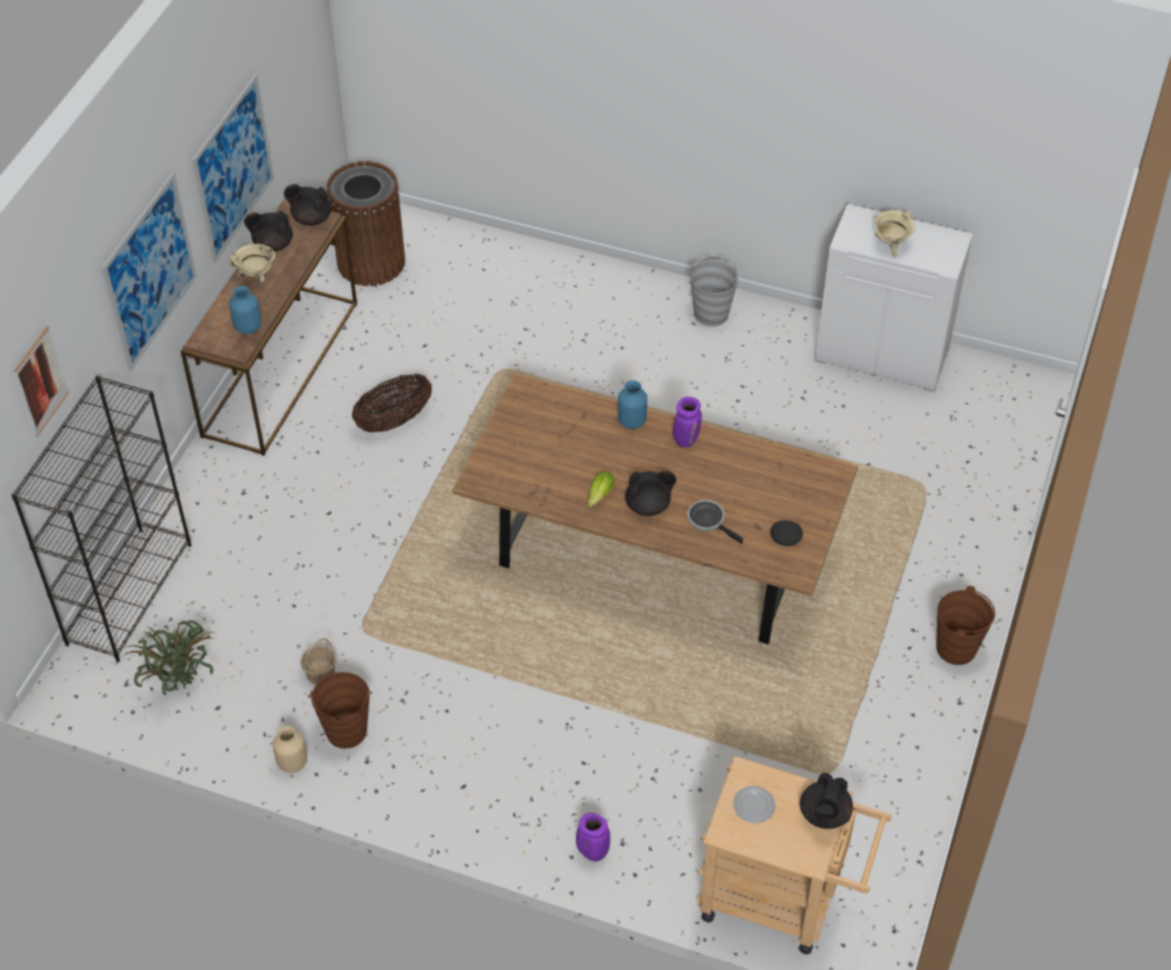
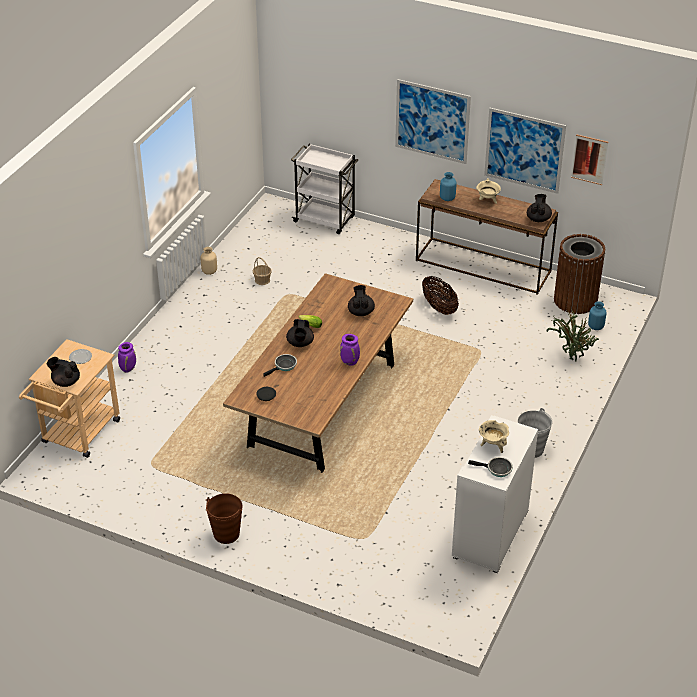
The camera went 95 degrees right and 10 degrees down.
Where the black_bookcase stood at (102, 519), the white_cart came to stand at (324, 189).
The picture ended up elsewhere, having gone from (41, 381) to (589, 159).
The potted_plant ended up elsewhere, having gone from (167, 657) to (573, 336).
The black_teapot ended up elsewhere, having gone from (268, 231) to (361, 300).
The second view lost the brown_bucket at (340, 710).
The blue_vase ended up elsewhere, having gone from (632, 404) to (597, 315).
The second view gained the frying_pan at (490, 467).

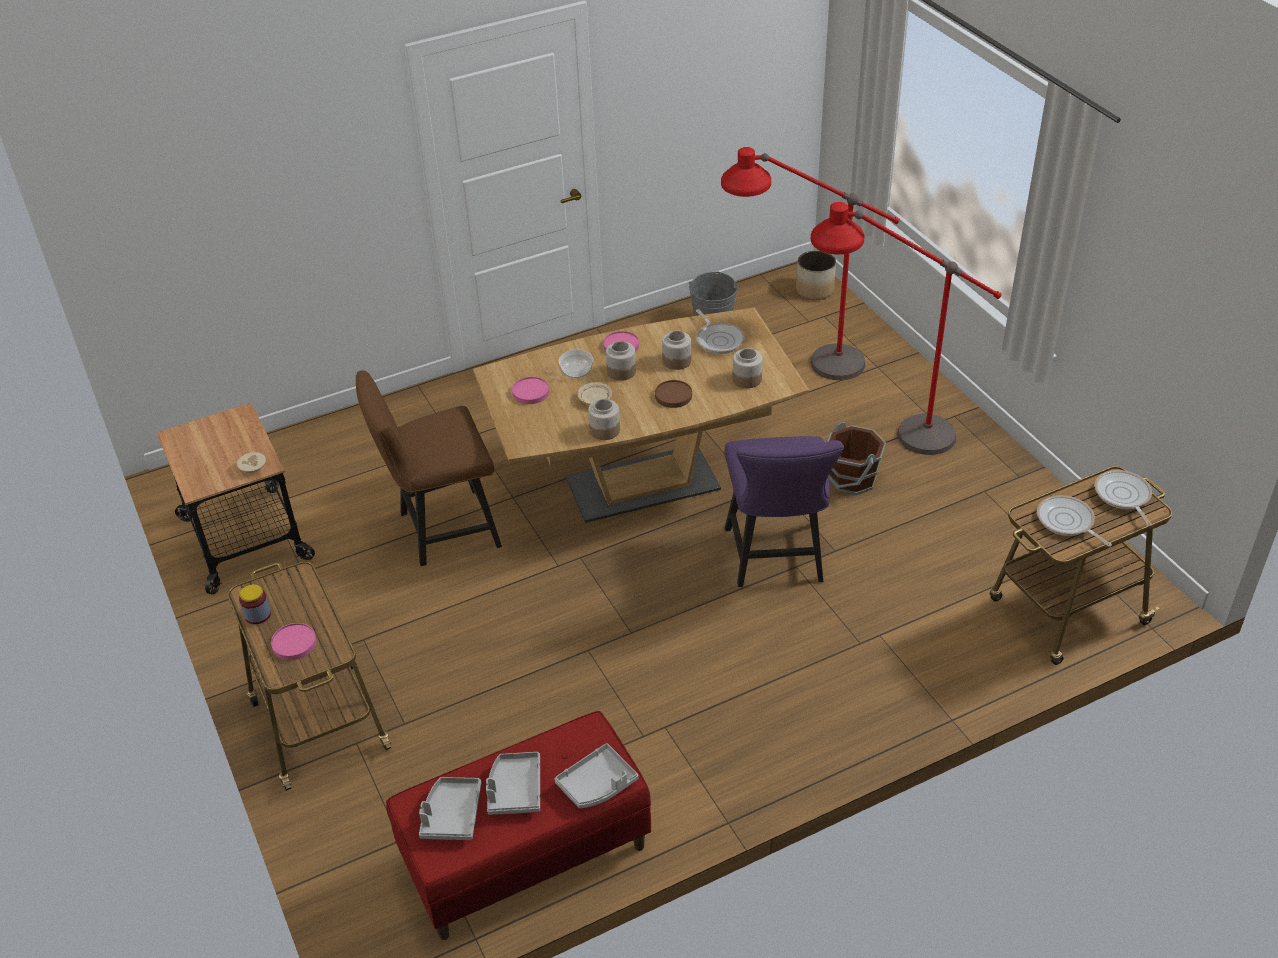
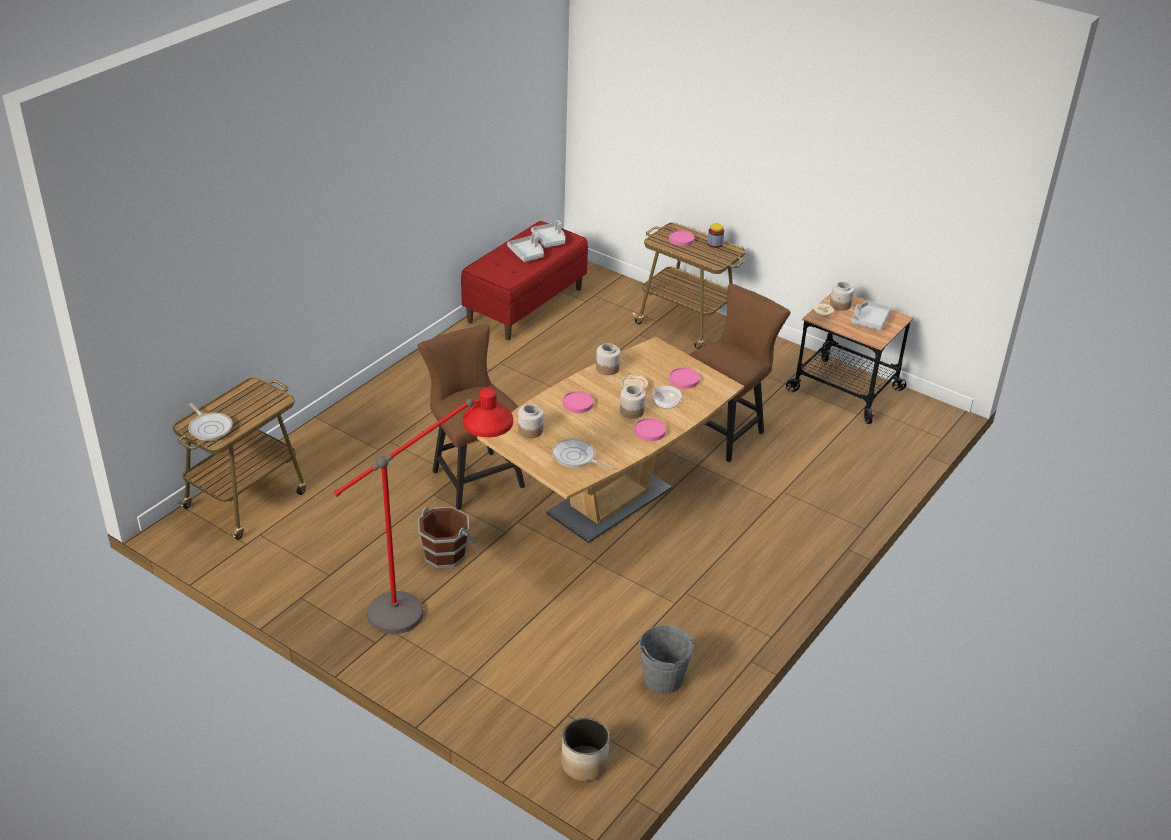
The camera went 150 degrees right and 5 degrees down.
The grey_tray ended up elsewhere, having gone from (596, 775) to (871, 315).
What was the brown_plate at (673, 394) turned into the pink_plate at (578, 402).
The jar ended up elsewhere, having gone from (676, 350) to (842, 296).
The second view lost the red_floor_lamp at (810, 263).
What was the purple_chair at (784, 511) turned into the brown_chair at (471, 417).
The second view lost the frying_pan at (1074, 521).

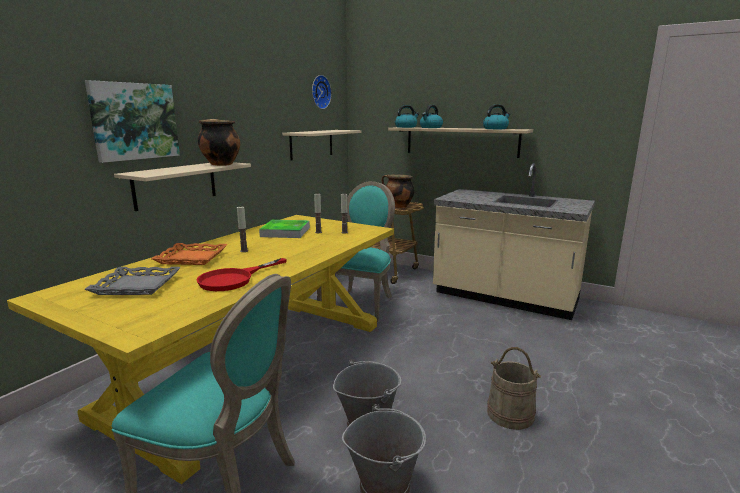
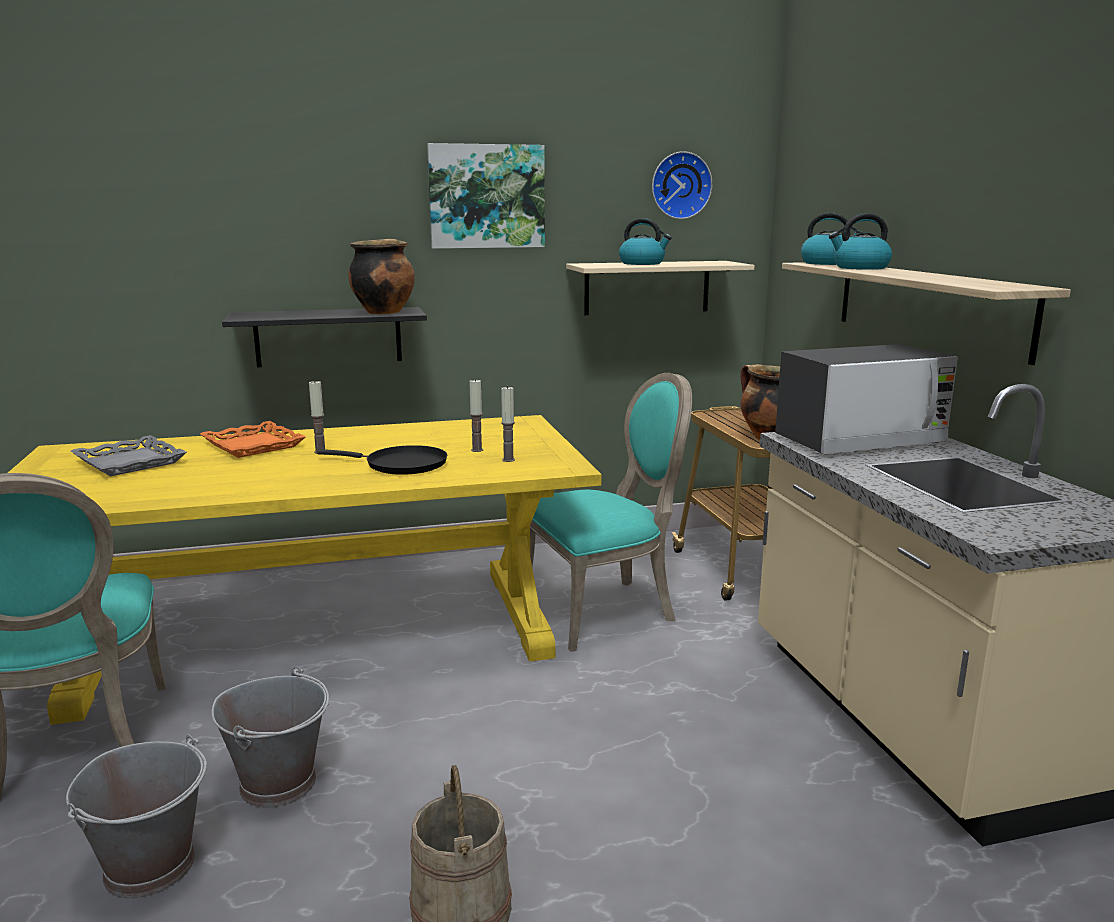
The camera went 45 degrees right and 0 degrees up.
The picture ended up elsewhere, having gone from (132, 121) to (486, 196).
What was the beige_shelf at (182, 186) turned into the black_shelf at (324, 337).
The second view lost the red_frying_pan at (242, 274).
The second view lost the tray at (284, 229).
The kettle ended up elsewhere, having gone from (496, 116) to (645, 241).
The second view gained the black_frying_pan at (382, 460).
The second view gained the microwave at (866, 399).

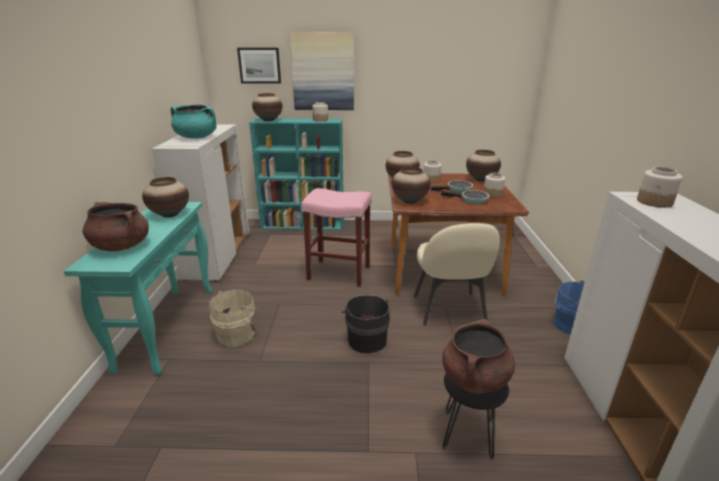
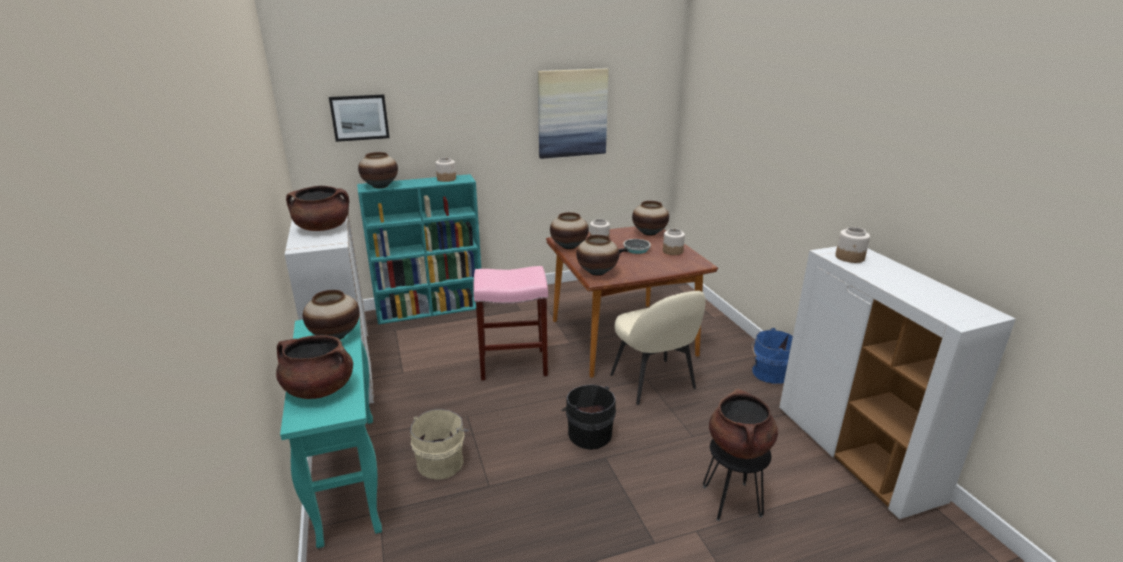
The camera went 20 degrees left and 0 degrees up.
What was the turquoise_cooking_pot at (193, 121) turned into the brown_cooking_pot at (317, 208).
The picture ended up elsewhere, having gone from (322, 71) to (573, 113).
The second view lost the frying_pan at (465, 197).

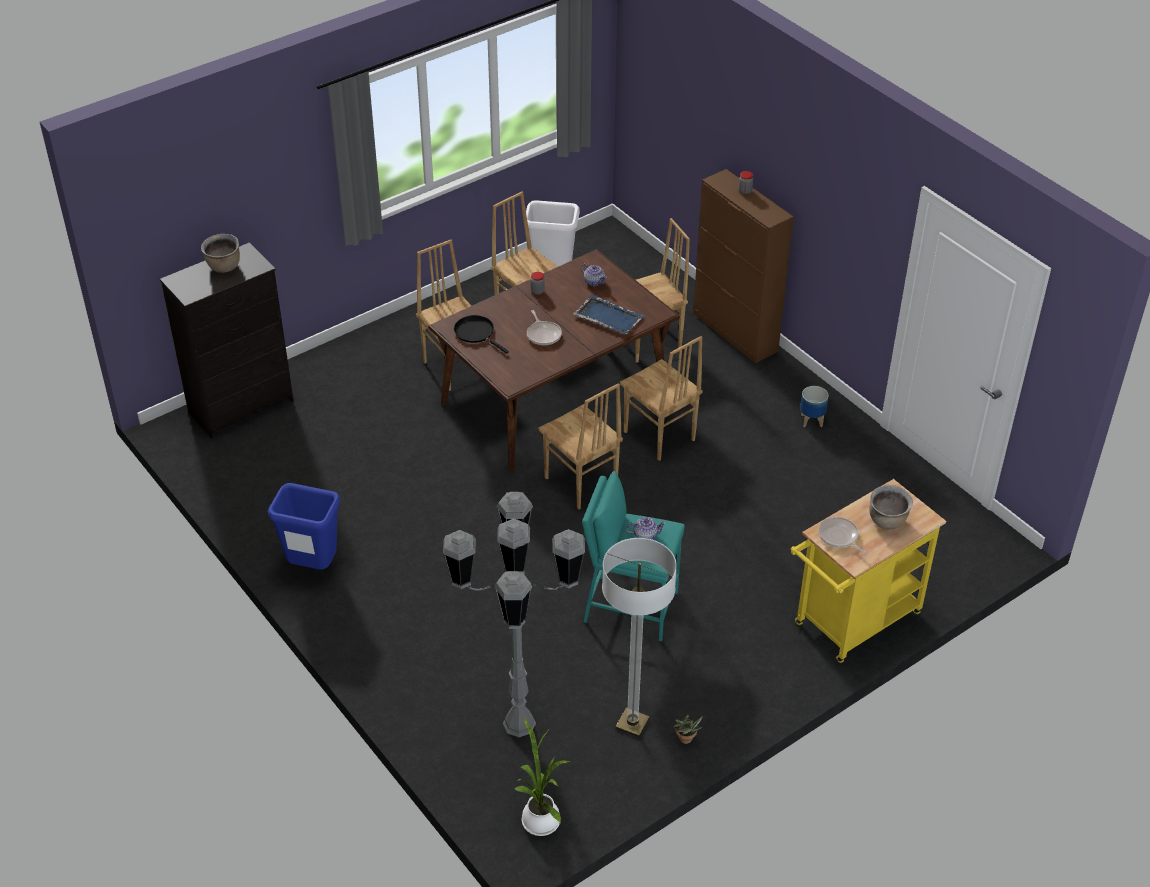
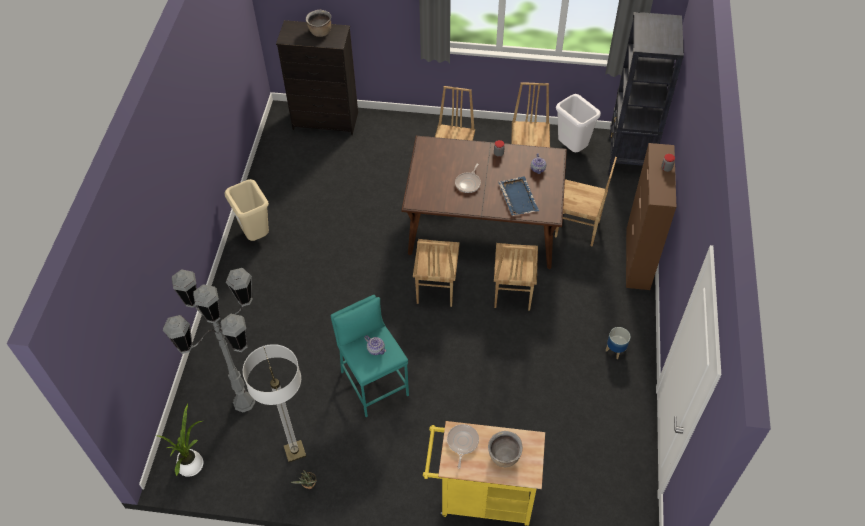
The camera went 45 degrees right and 10 degrees up.
What was the blue_trash_can at (304, 526) turned into the beige_trash_can at (246, 210).
The second view lost the black_frying_pan at (481, 334).
The second view gained the black_bookcase at (646, 93).

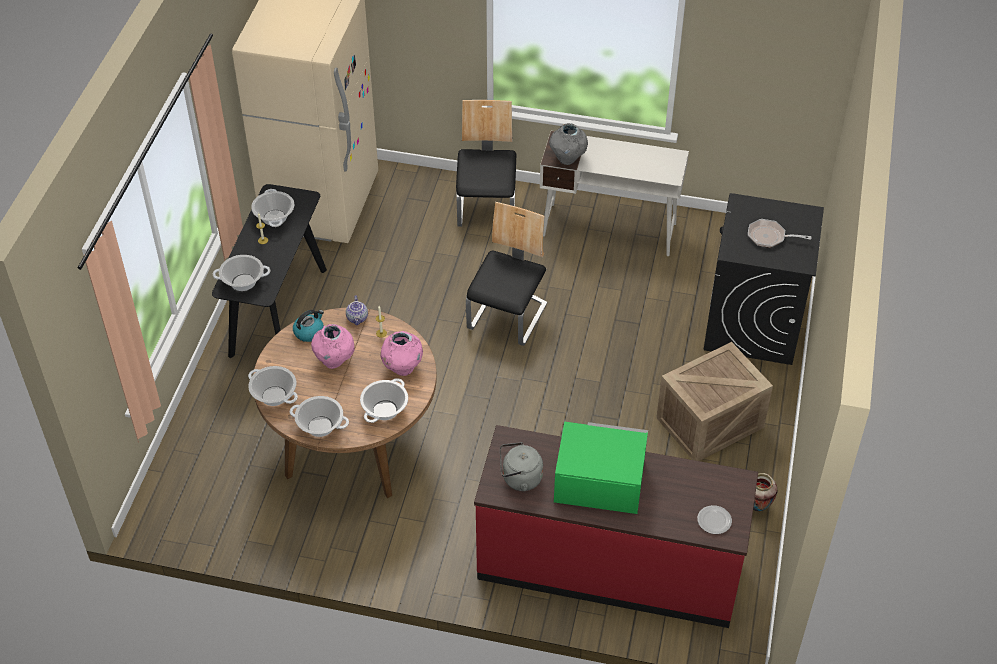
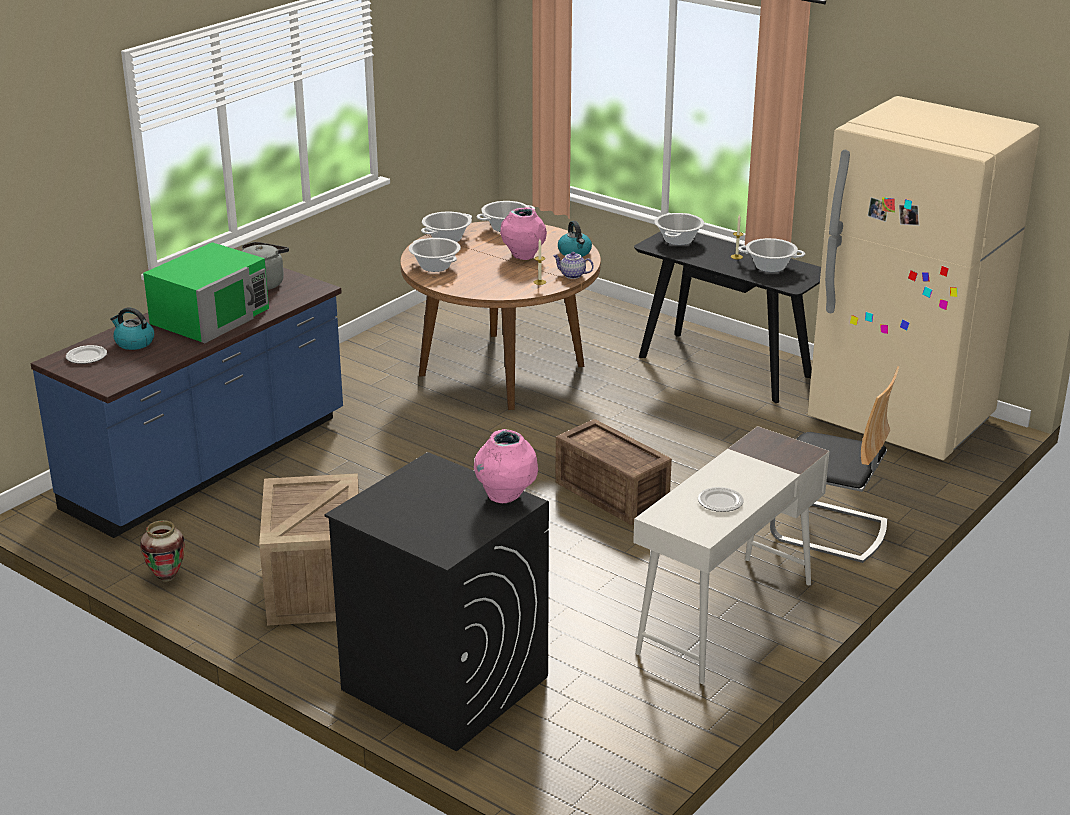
The camera went 115 degrees right and 20 degrees down.
The pink_vase ended up elsewhere, having gone from (401, 353) to (506, 466).
Where the chair stood at (506, 274), the crate came to stand at (613, 472).
What was the red_counter at (616, 526) turned into the blue_counter at (187, 403).
The second view lost the grey_vase at (568, 144).
The second view lost the frying_pan at (780, 233).
The second view gained the kettle at (132, 328).
The second view gained the plate at (721, 499).

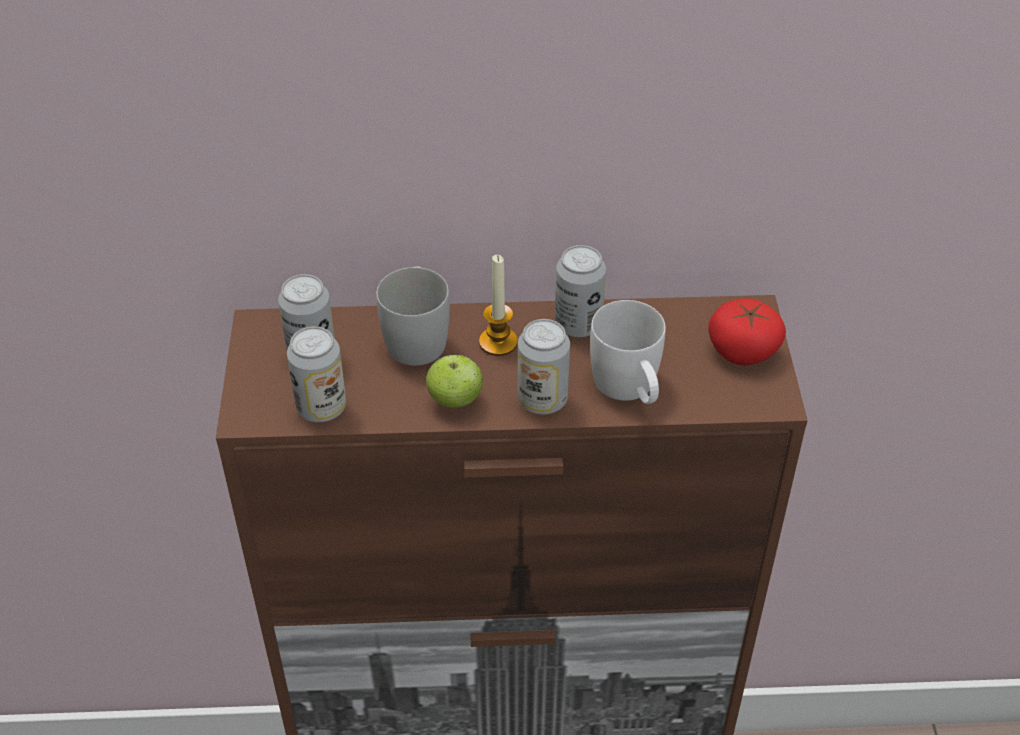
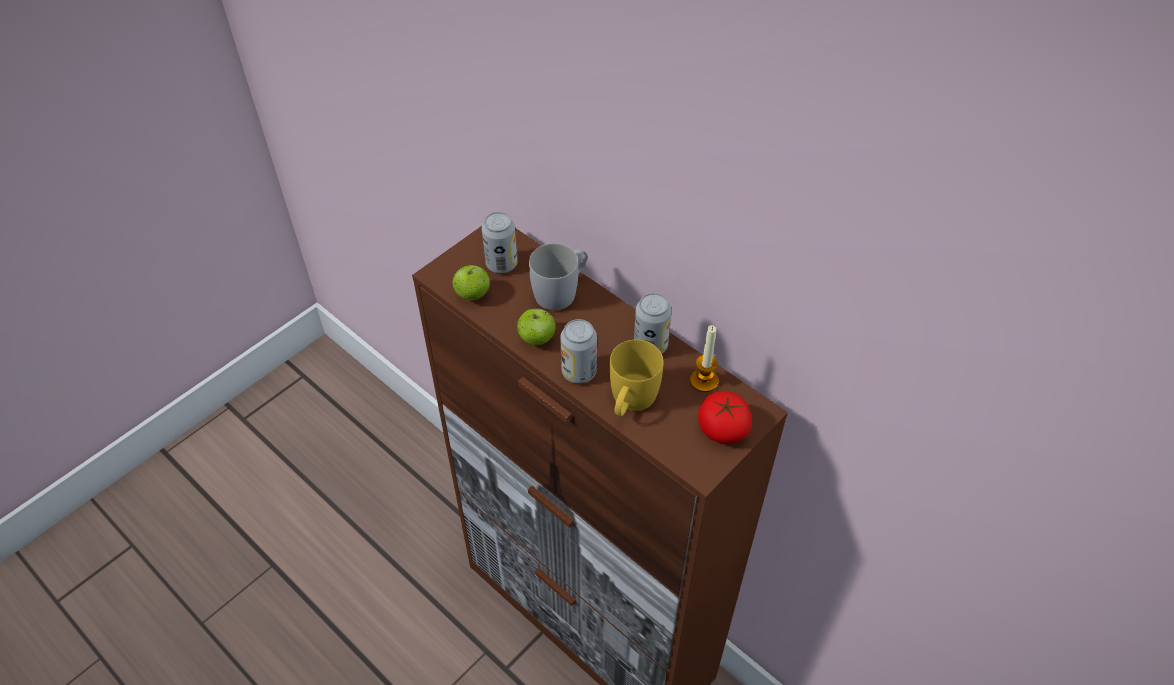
The camera went 45 degrees right and 5 degrees up.
Where the can stood at (316, 374), the apple came to stand at (471, 282).
The candle ended up elsewhere, having gone from (498, 305) to (704, 358).
What was the white_mug at (628, 352) turned into the yellow_mug at (636, 378).

